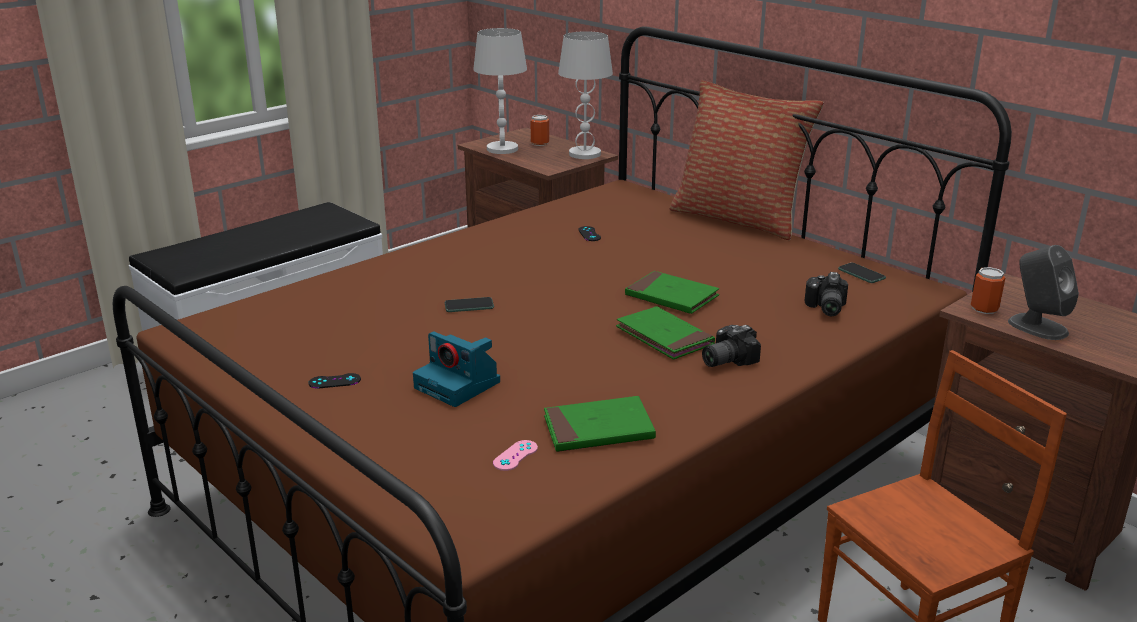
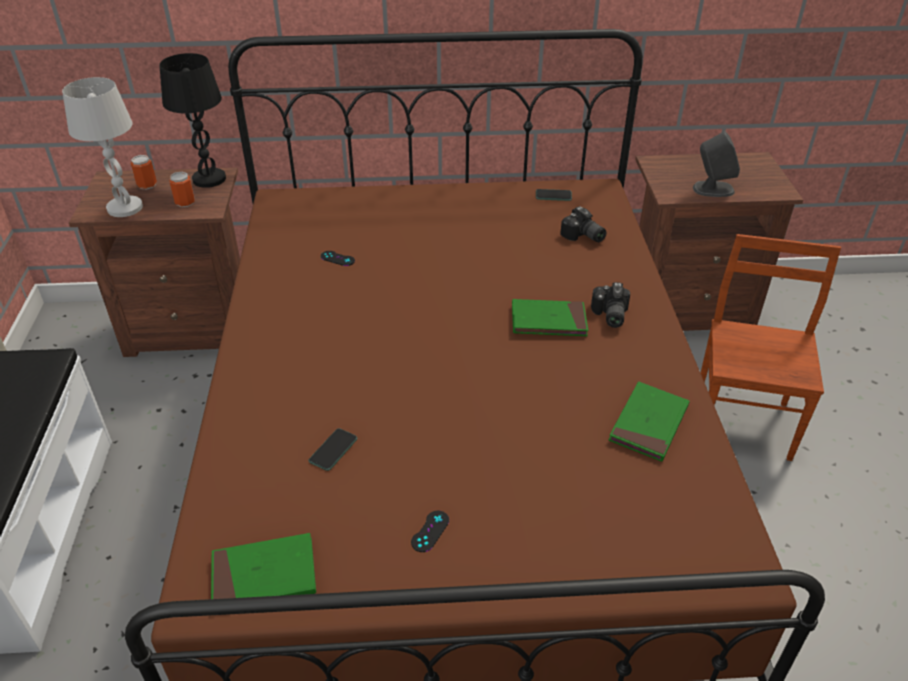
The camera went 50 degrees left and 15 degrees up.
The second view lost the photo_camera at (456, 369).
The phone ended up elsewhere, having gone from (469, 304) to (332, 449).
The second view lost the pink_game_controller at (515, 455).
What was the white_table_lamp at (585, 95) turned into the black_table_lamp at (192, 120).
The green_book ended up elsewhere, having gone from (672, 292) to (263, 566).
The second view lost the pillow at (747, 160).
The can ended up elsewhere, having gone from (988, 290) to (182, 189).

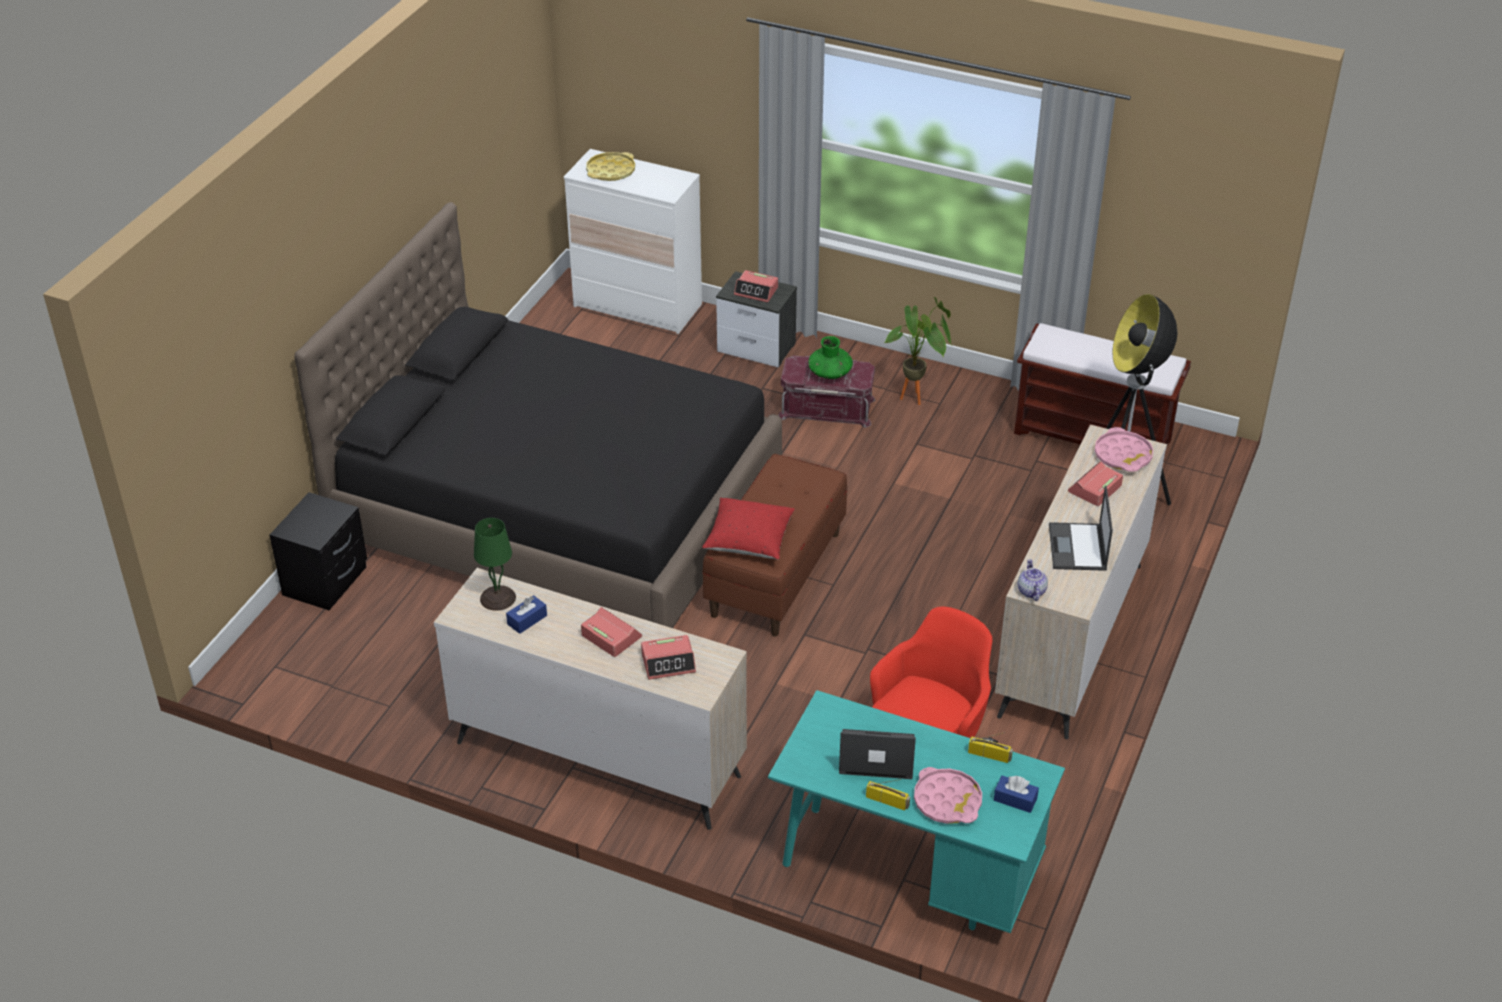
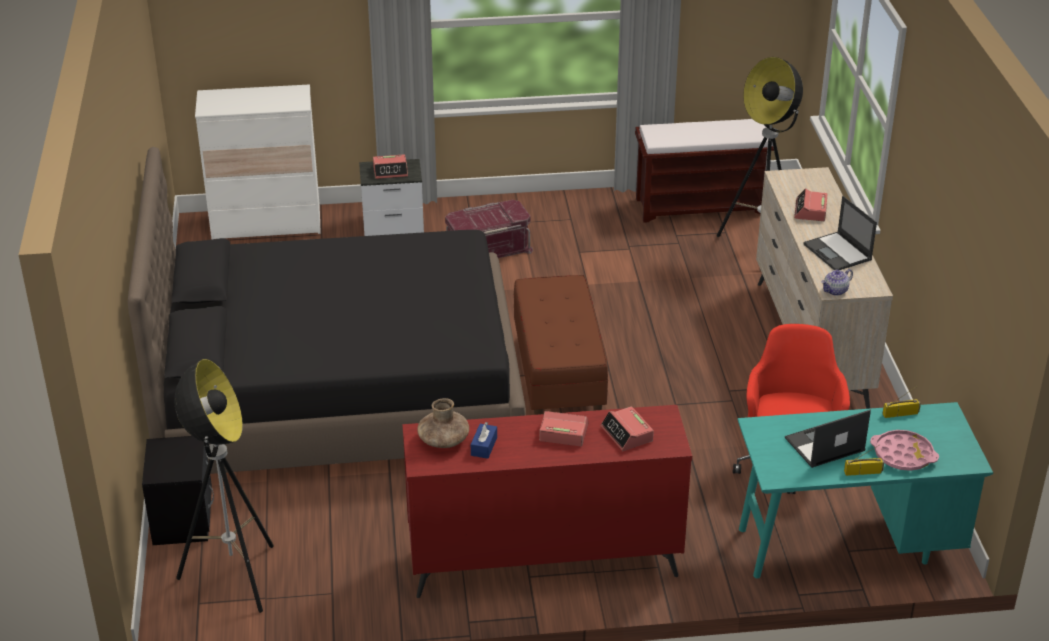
The camera went 30 degrees left and 5 degrees down.
What was the beige_dresser at (590, 699) turned into the red_dresser at (547, 501).
Where the green_table_lamp stood at (495, 564), the brown_vase came to stand at (443, 423).
The second view lost the yellow_tray at (610, 166).
The alarm_clock at (668, 657) ended up facing another way, 105 degrees clockwise from before.
The second view lost the red_pillow at (748, 529).
The second view lost the green_vase at (830, 357).
The second view lost the potted_plant at (918, 351).
The second view lost the blue_tissue_box at (1016, 794).
The teapot at (1033, 580) ended up facing another way, 90 degrees counterclockwise from before.
The second view lost the pink_tray at (1124, 449).
The second view gained the floor_lamp at (224, 486).

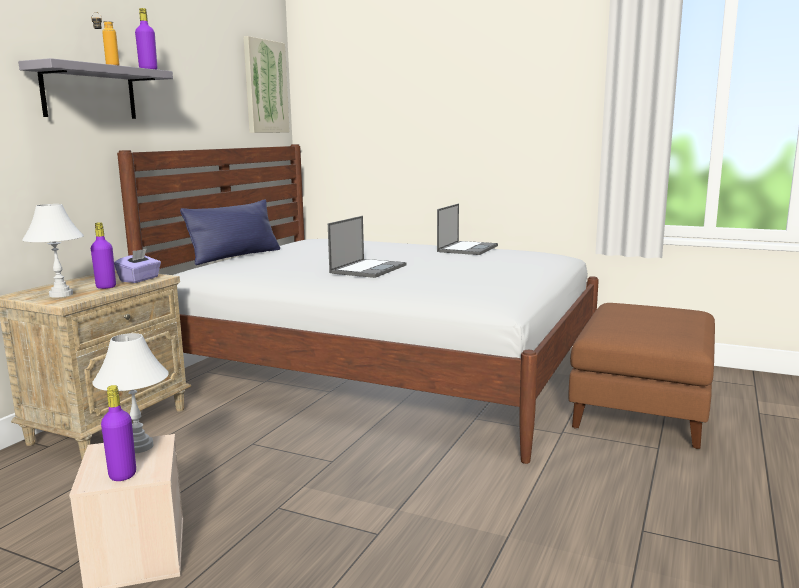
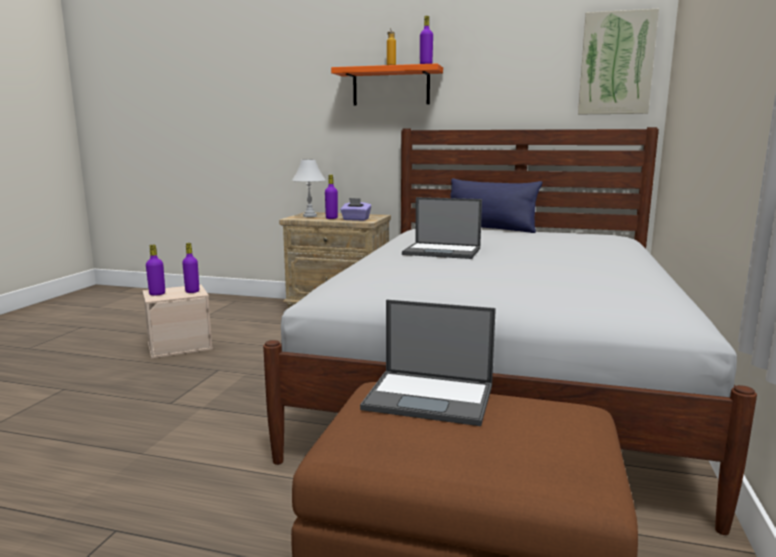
The camera went 80 degrees right and 0 degrees up.
What was the grey_shelf at (95, 88) turned into the orange_shelf at (387, 84).
Where the white_table_lamp stood at (130, 393), the purple_bottle came to stand at (190, 268).
The laptop ended up elsewhere, having gone from (467, 229) to (428, 362).

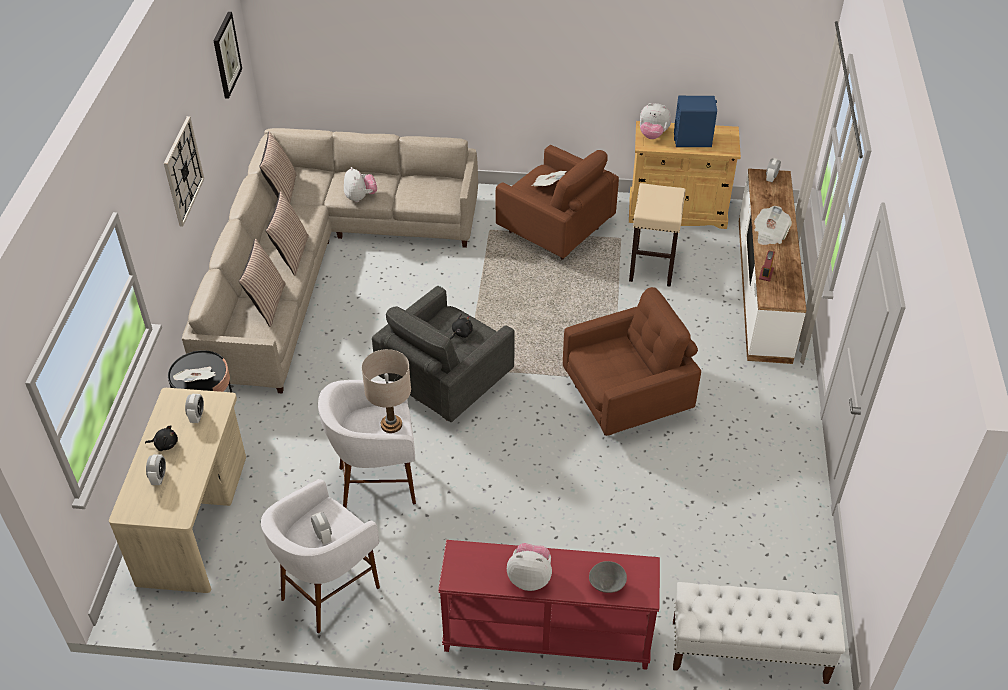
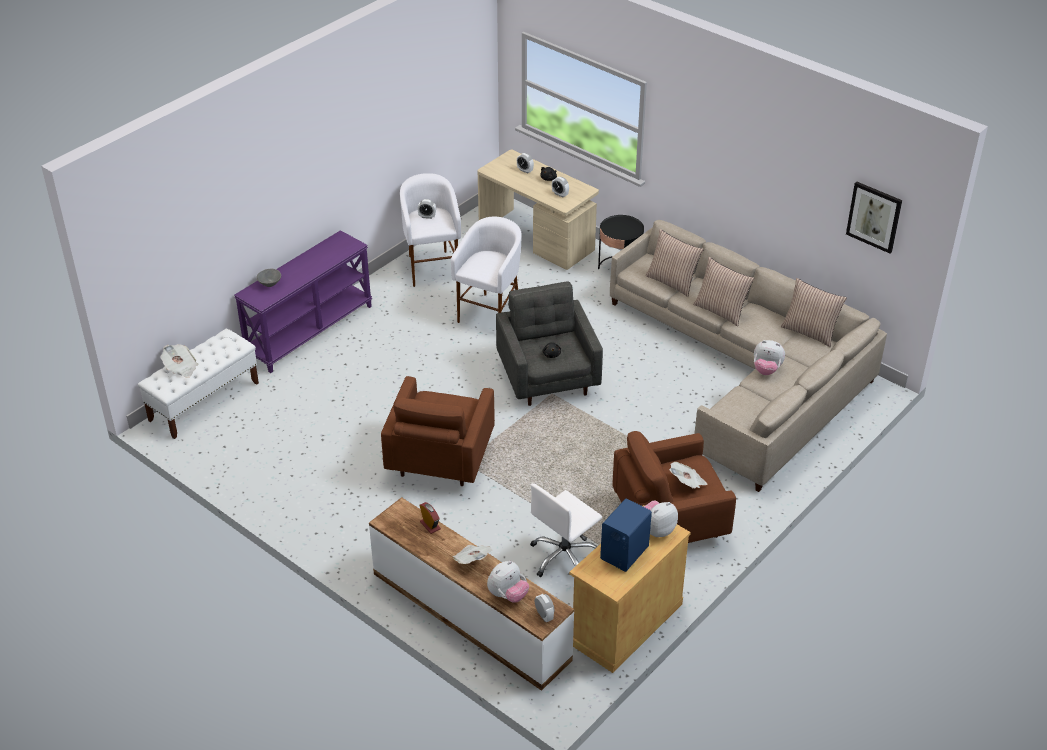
The camera went 125 degrees right and 5 degrees down.
The second view lost the wall_clock at (184, 171).
The newspaper ended up elsewhere, having gone from (194, 374) to (179, 361).
The second view lost the beige_table_lamp at (386, 391).
What was the red_console_table at (549, 605) turned into the purple_console_table at (303, 301).
The plush_toy ended up elsewhere, having gone from (529, 567) to (508, 582).
Where the beige_stool stood at (657, 235), the white_office_chair came to stand at (566, 530).

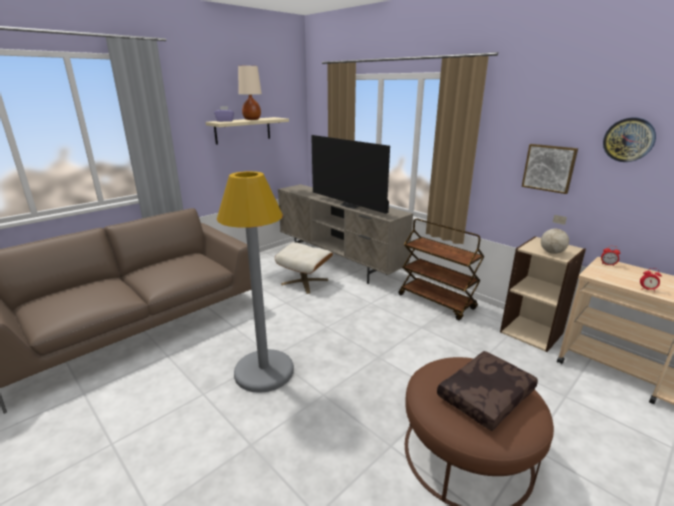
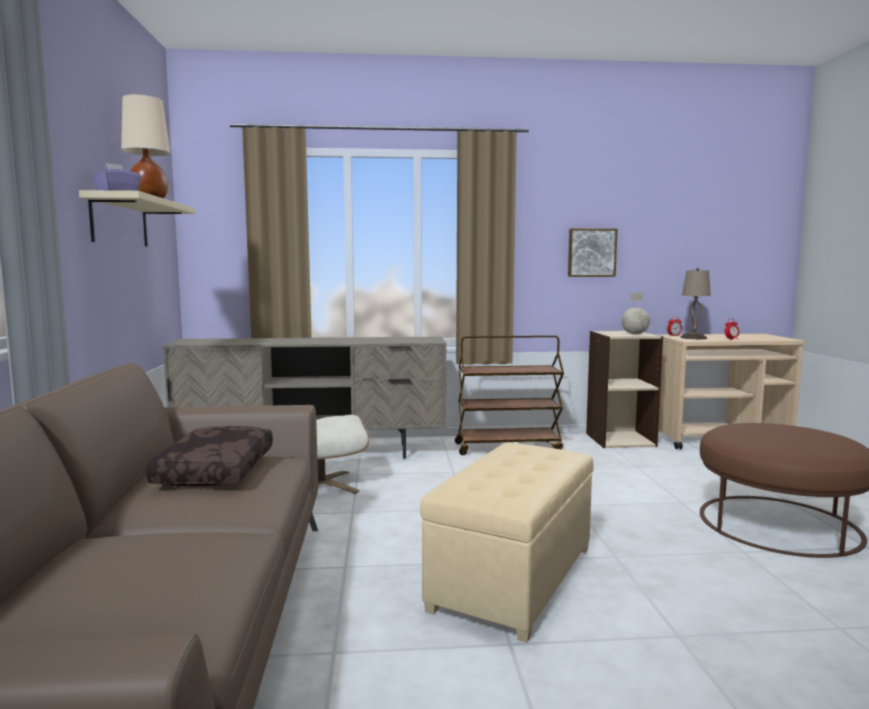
The camera went 50 degrees left and 15 degrees down.
Where the grey_floor_lamp stood at (255, 282), the beige_ottoman came to stand at (507, 543).
The second view lost the television at (350, 174).
The brown_pillow ended up elsewhere, having gone from (487, 391) to (209, 456).
The second view lost the wall_clock at (629, 139).
The second view gained the beige_table_lamp at (695, 303).

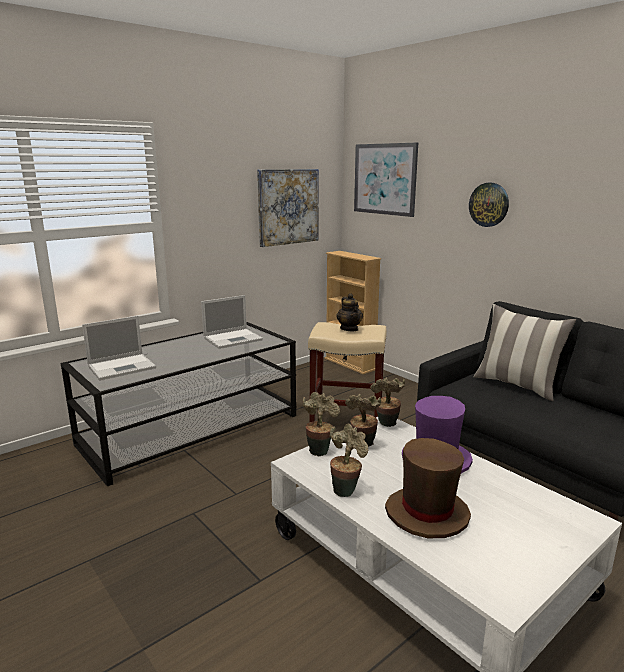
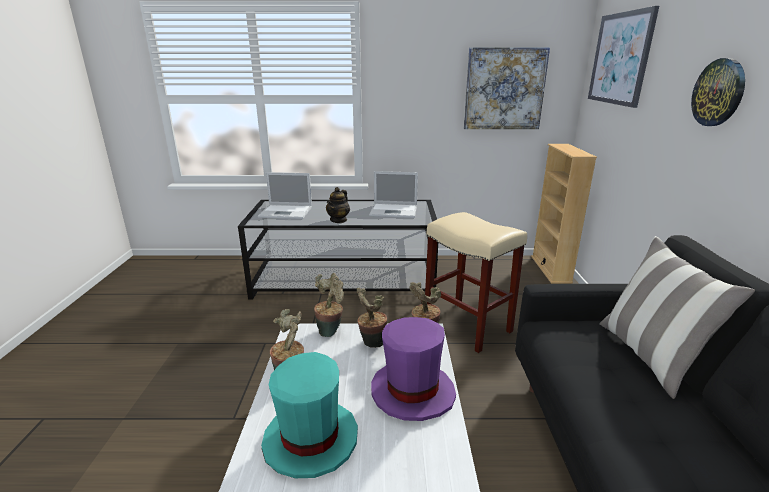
The camera went 40 degrees right and 5 degrees up.
The teapot ended up elsewhere, having gone from (349, 312) to (338, 205).
What was the brown_hat at (428, 488) turned into the turquoise_hat at (309, 415).

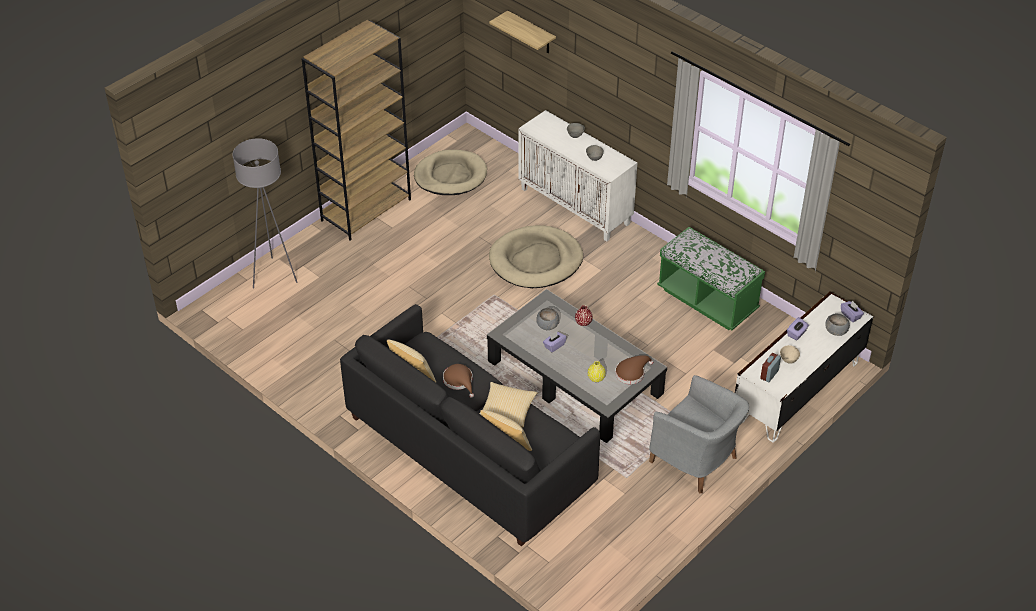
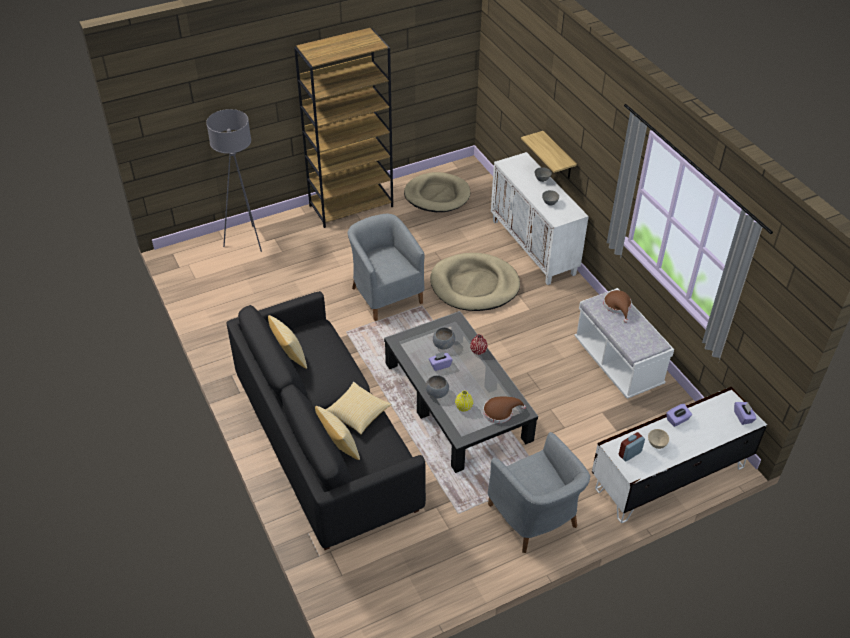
The camera went 20 degrees right and 0 degrees up.
The brown_hat ended up elsewhere, having gone from (458, 381) to (617, 306).
The shelf ended up elsewhere, having gone from (522, 32) to (549, 154).
What was the green_bench at (711, 278) turned into the white_bench at (624, 343).
The grey_bowl ended up elsewhere, having gone from (837, 324) to (437, 386).
The second view gained the grey_armchair at (386, 267).

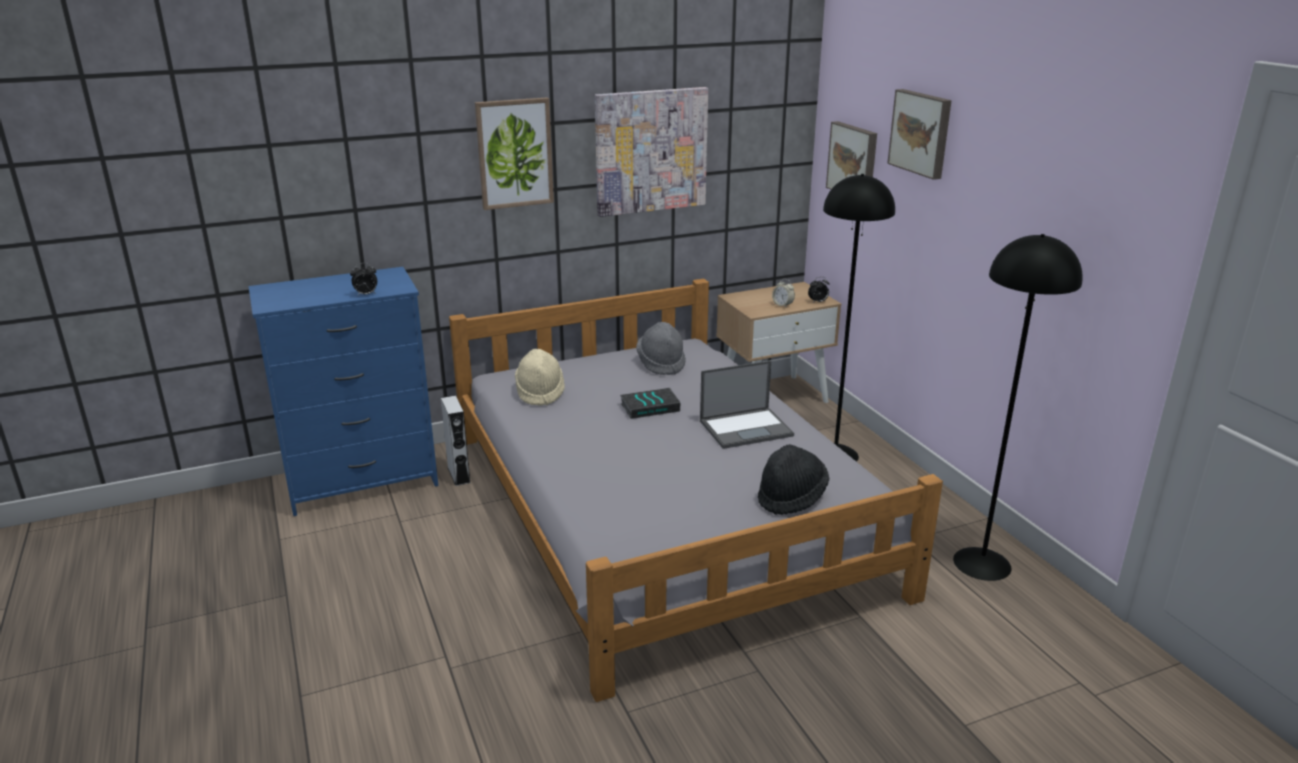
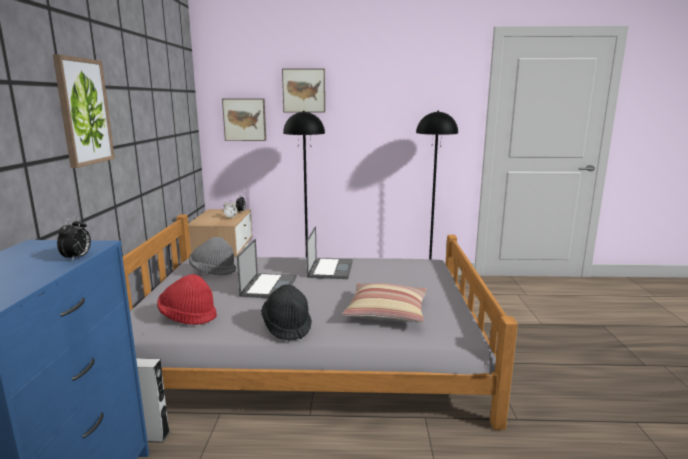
The camera went 65 degrees left and 10 degrees down.
What was the beige_hat at (540, 377) turned into the red_hat at (187, 299).
The second view lost the picture at (651, 152).
Where the book stood at (650, 403), the laptop came to stand at (267, 268).
The black_hat ended up elsewhere, having gone from (793, 479) to (286, 312).
The second view gained the pillow at (384, 302).

